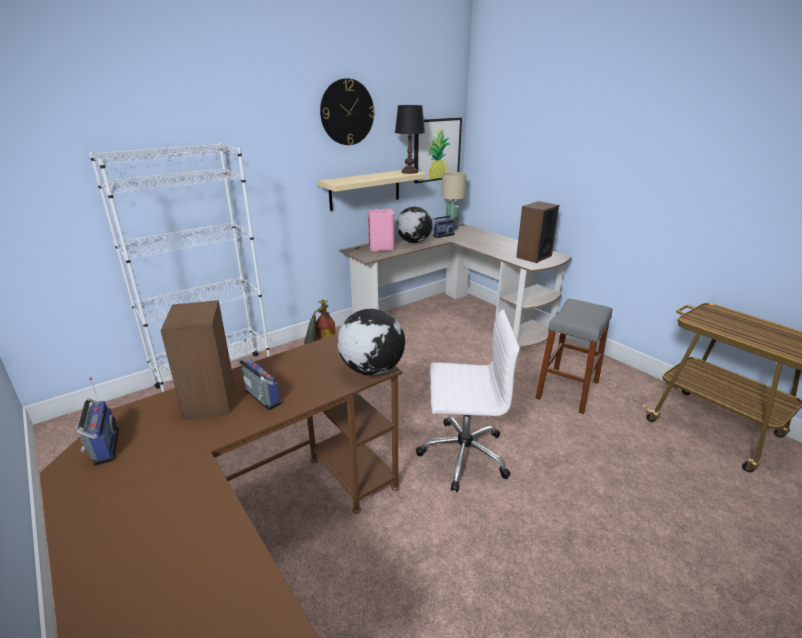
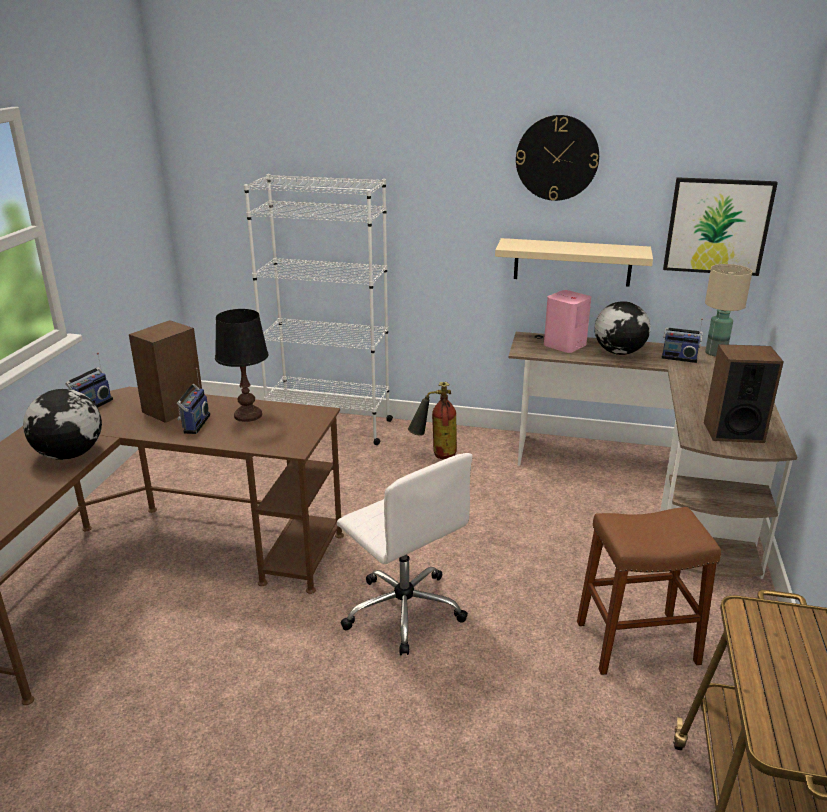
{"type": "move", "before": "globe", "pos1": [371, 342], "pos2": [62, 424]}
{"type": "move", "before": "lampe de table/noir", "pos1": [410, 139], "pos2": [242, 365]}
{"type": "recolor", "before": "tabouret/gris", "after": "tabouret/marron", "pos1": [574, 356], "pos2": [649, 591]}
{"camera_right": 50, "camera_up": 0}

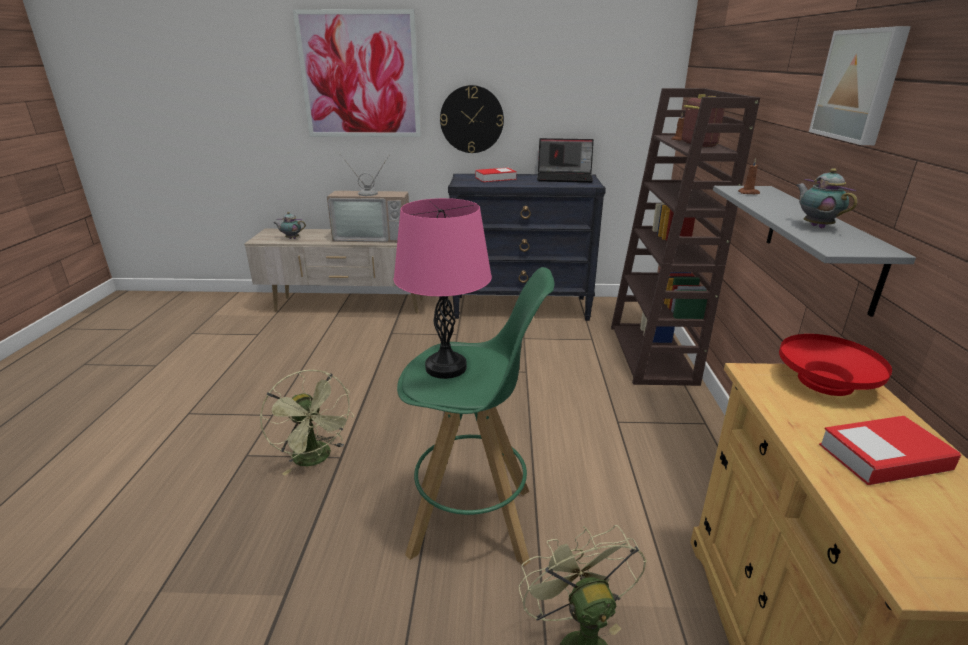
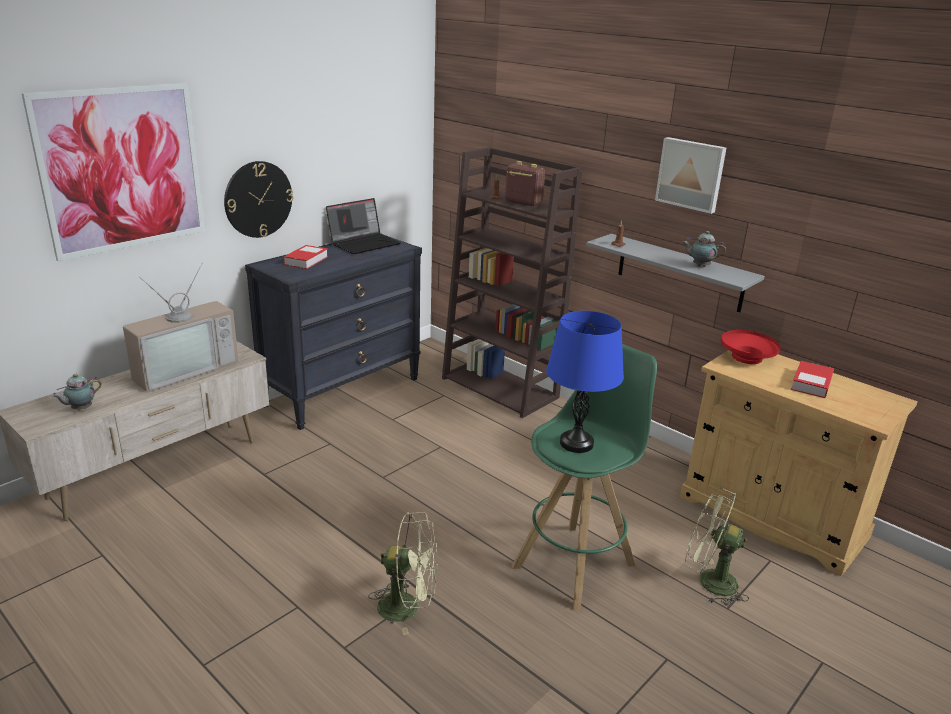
{"type": "recolor", "before": "lampe de table/rose", "after": "lampe de table/bleu", "pos1": [443, 288], "pos2": [585, 382]}
{"camera_right": -50, "camera_up": 0}

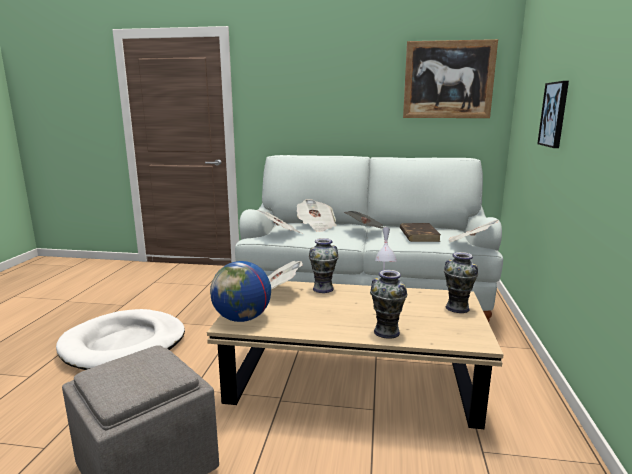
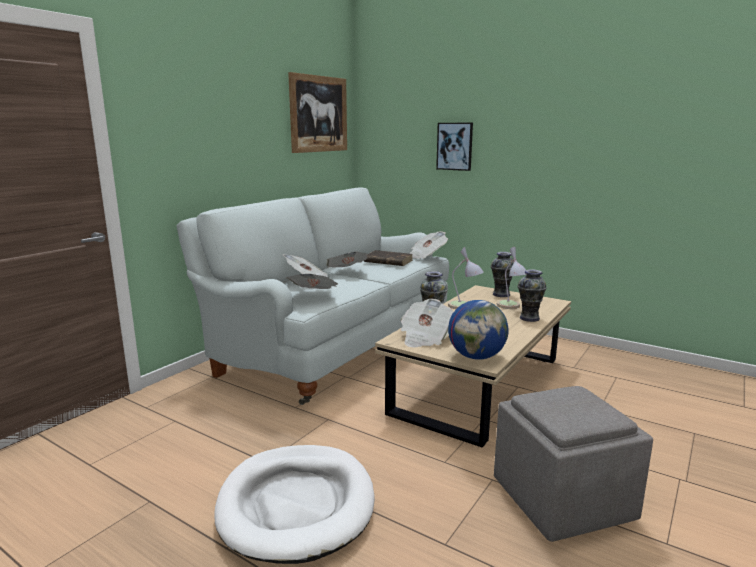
{"type": "insert", "after": "lampe de table", "pos2": [511, 278]}
{"camera_right": -65, "camera_up": 0}

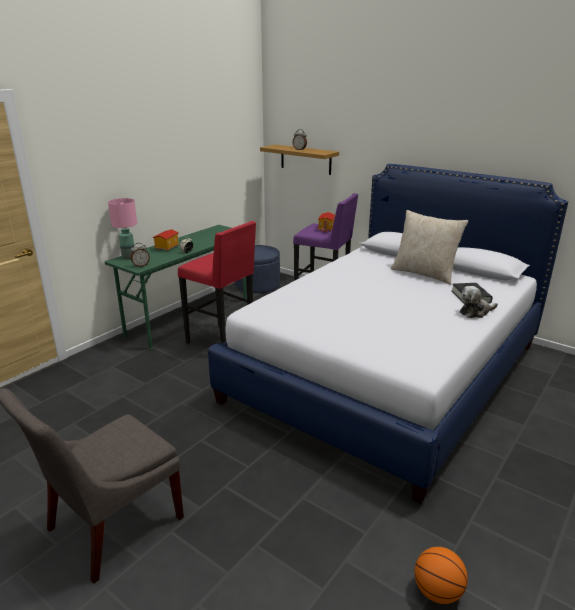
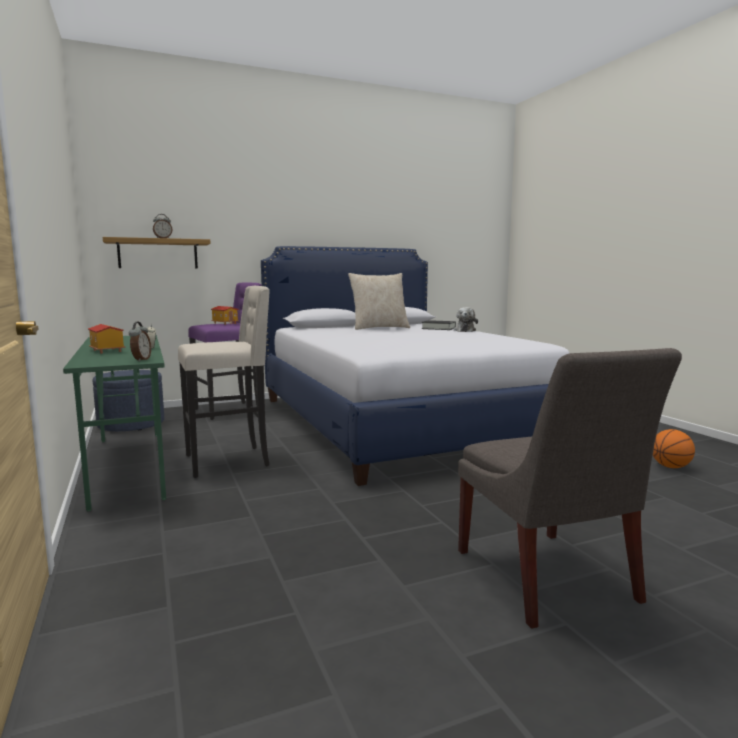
{"type": "delete", "before": "lampe de table/rose", "pos1": [122, 228]}
{"type": "recolor", "before": "tabouret/rouge", "after": "tabouret/beige", "pos1": [217, 282], "pos2": [224, 382]}
{"camera_right": -60, "camera_up": -15}

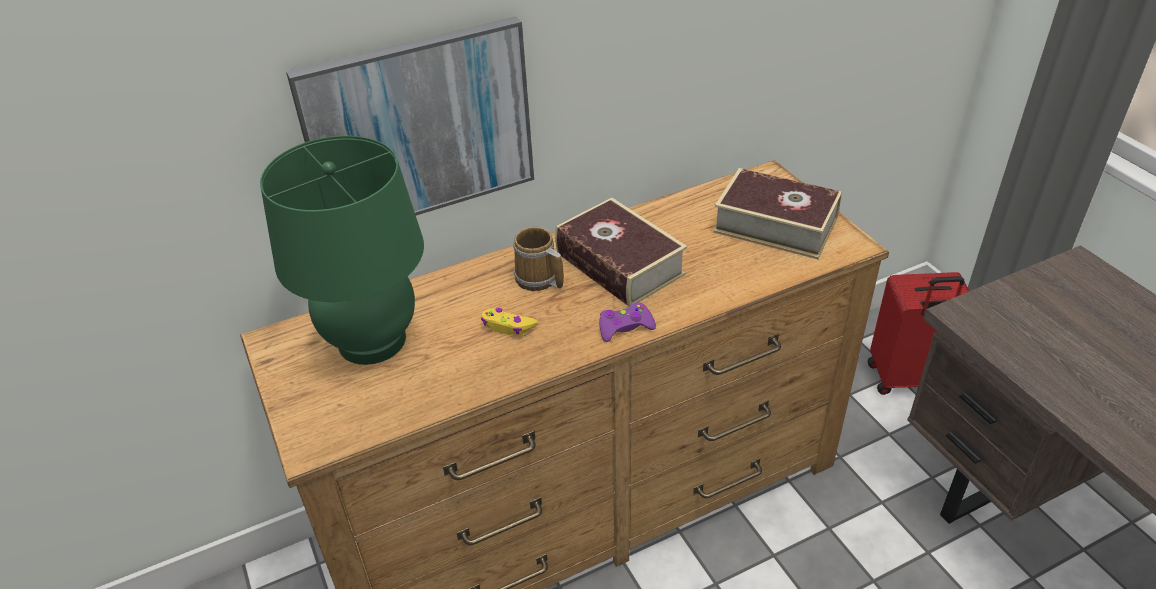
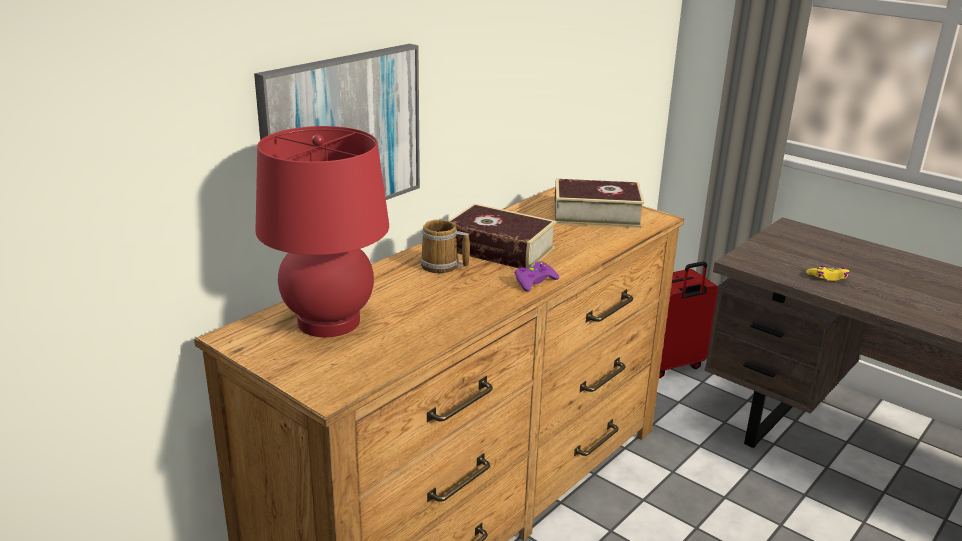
{"type": "move", "before": "manette/jaune", "pos1": [509, 321], "pos2": [827, 273]}
{"type": "recolor", "before": "lampe de table/vert", "after": "lampe de table/rouge", "pos1": [342, 250], "pos2": [322, 231]}
{"camera_right": -25, "camera_up": -15}

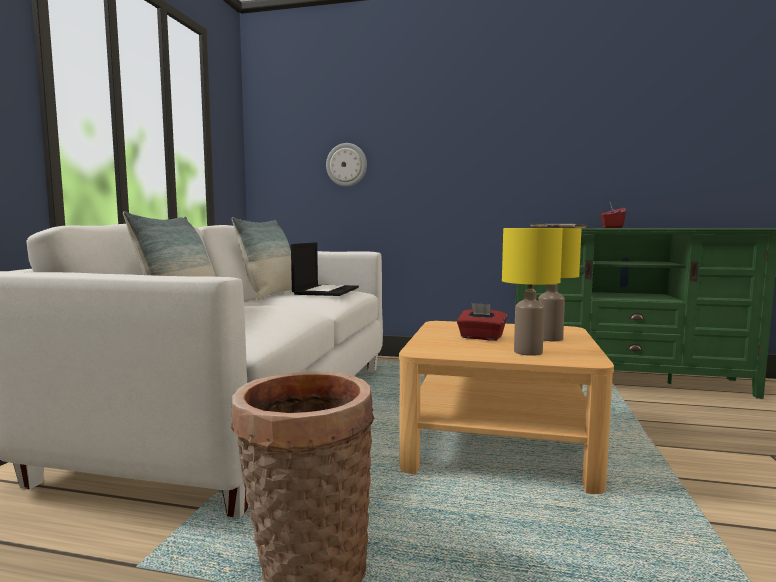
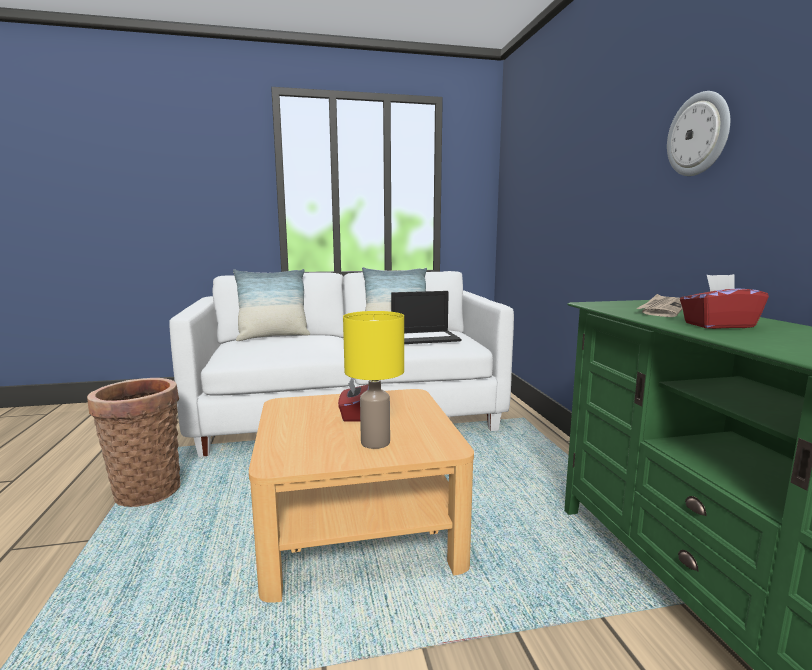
{"type": "delete", "before": "lampe de table/jaune", "pos1": [532, 292]}
{"type": "move", "before": "horloge murale", "pos1": [346, 165], "pos2": [698, 133]}
{"camera_right": 65, "camera_up": 5}

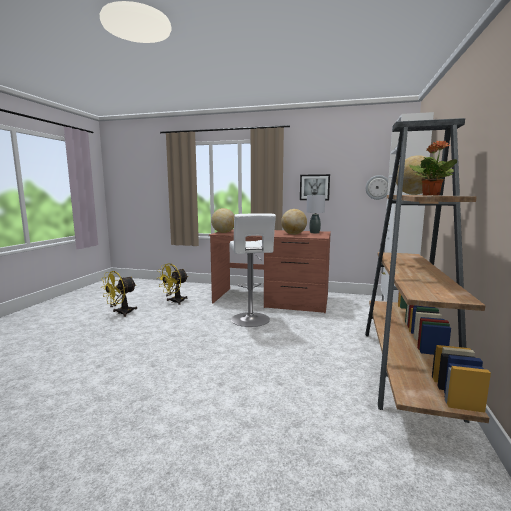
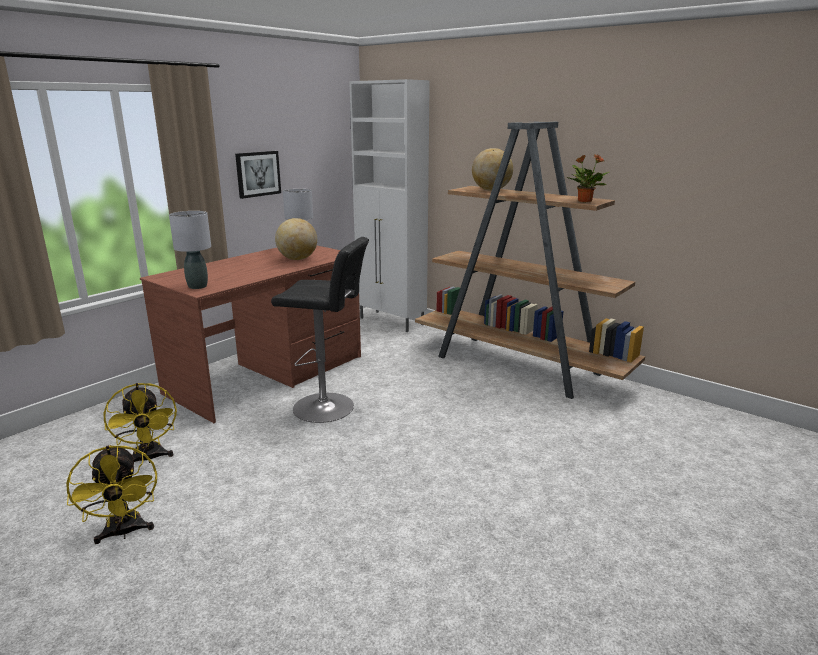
{"type": "delete", "before": "horloge murale", "pos1": [377, 187]}
{"type": "replace", "before": "globe", "after": "lampe de table/gris", "pos1": [223, 220], "pos2": [190, 250]}
{"type": "recolor", "before": "tabouret/blanc", "after": "tabouret/noir", "pos1": [253, 270], "pos2": [320, 330]}
{"camera_right": -65, "camera_up": 10}

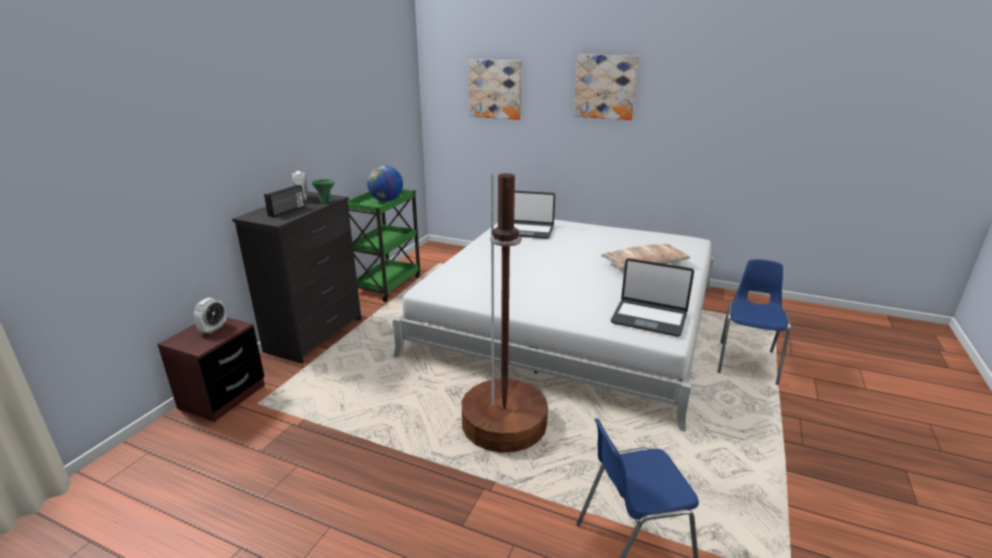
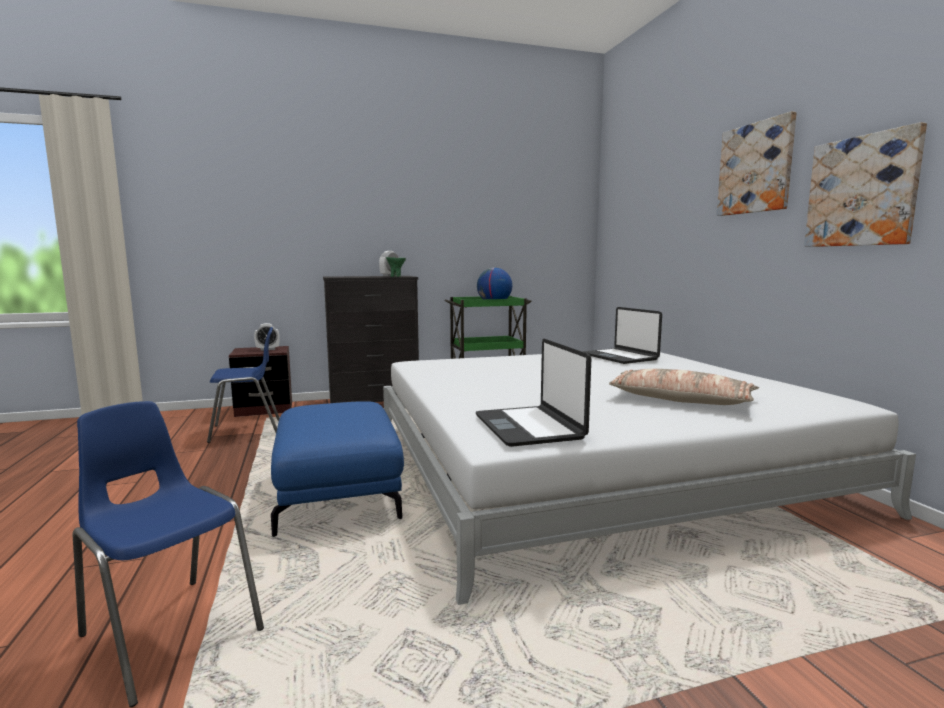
{"type": "delete", "before": "radio", "pos1": [284, 201]}
{"type": "move", "before": "tableau", "pos1": [495, 89], "pos2": [865, 184]}
{"type": "move", "before": "chaise/bleu", "pos1": [754, 322], "pos2": [243, 385]}
{"type": "replace", "before": "lampadaire/marron", "after": "pouf/bleu", "pos1": [505, 313], "pos2": [337, 469]}
{"camera_right": 50, "camera_up": -15}

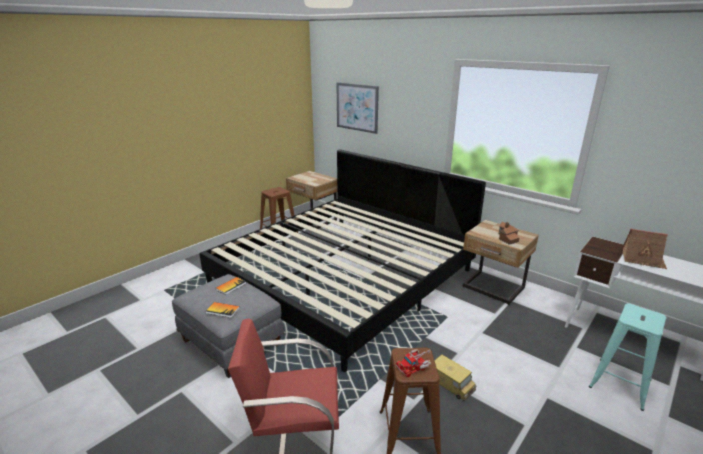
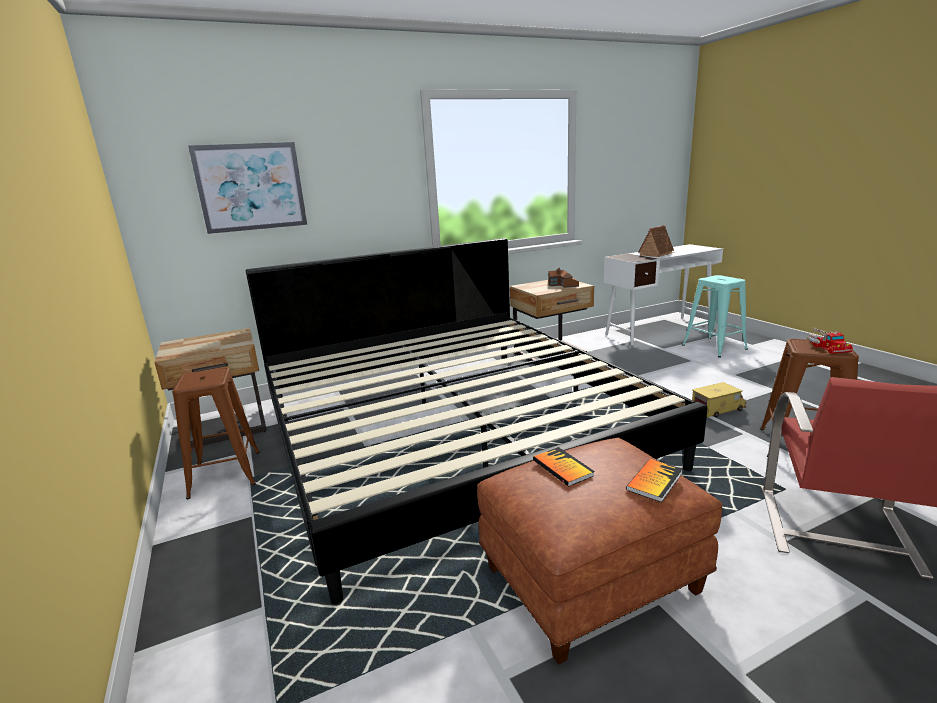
{"type": "recolor", "before": "pouf/gris", "after": "pouf/marron", "pos1": [228, 326], "pos2": [600, 551]}
{"camera_right": -65, "camera_up": -5}

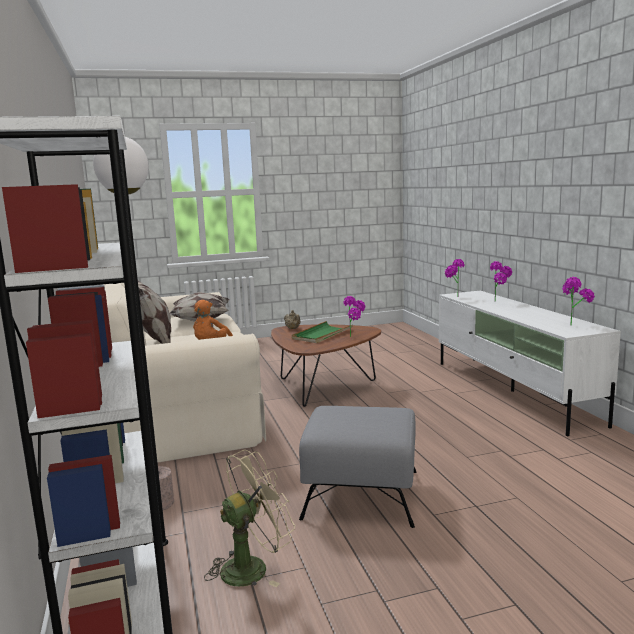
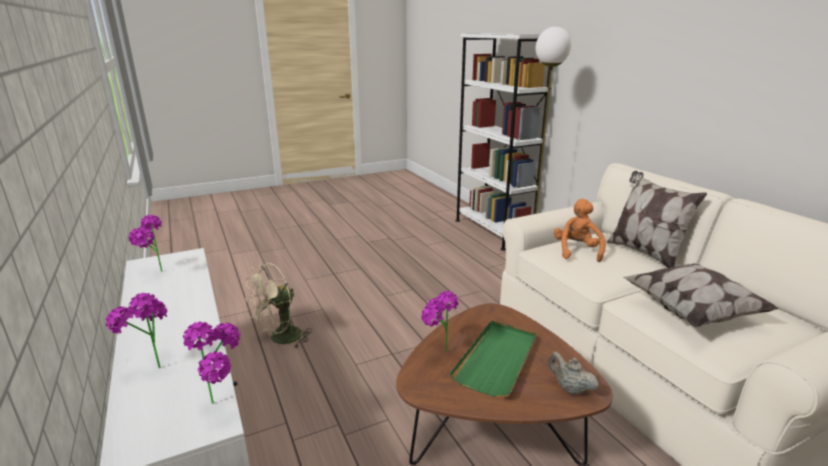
{"type": "delete", "before": "pouf/gris", "pos1": [358, 467]}
{"type": "move", "before": "ventilateur/beige", "pos1": [249, 518], "pos2": [278, 305]}
{"camera_right": 170, "camera_up": 10}

